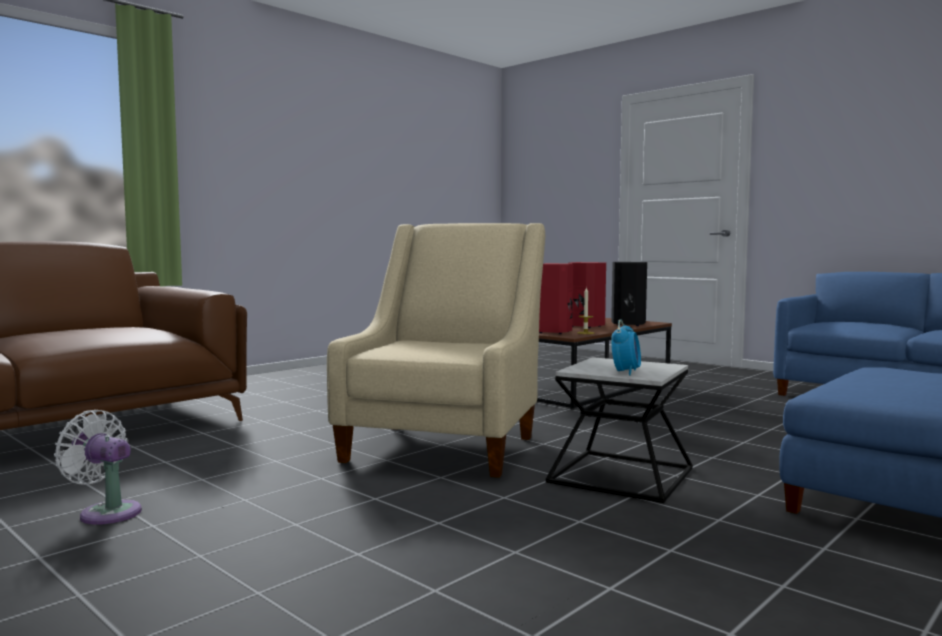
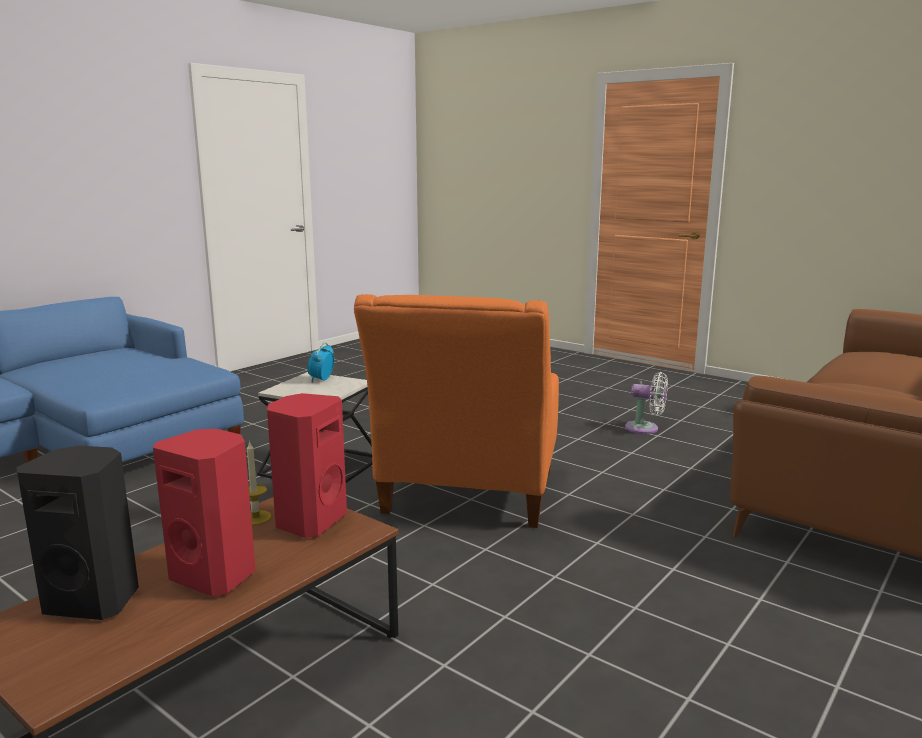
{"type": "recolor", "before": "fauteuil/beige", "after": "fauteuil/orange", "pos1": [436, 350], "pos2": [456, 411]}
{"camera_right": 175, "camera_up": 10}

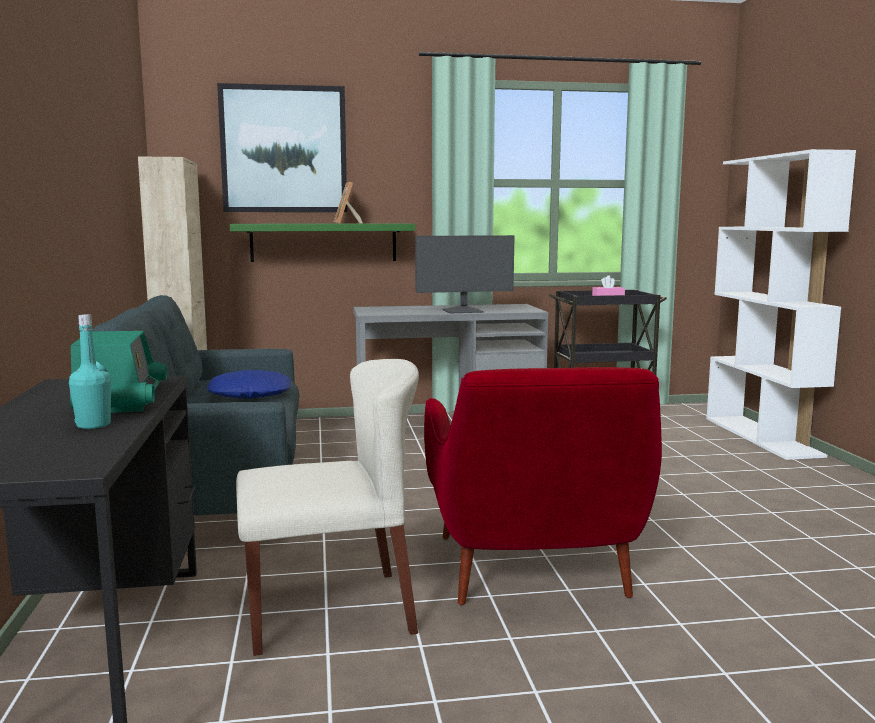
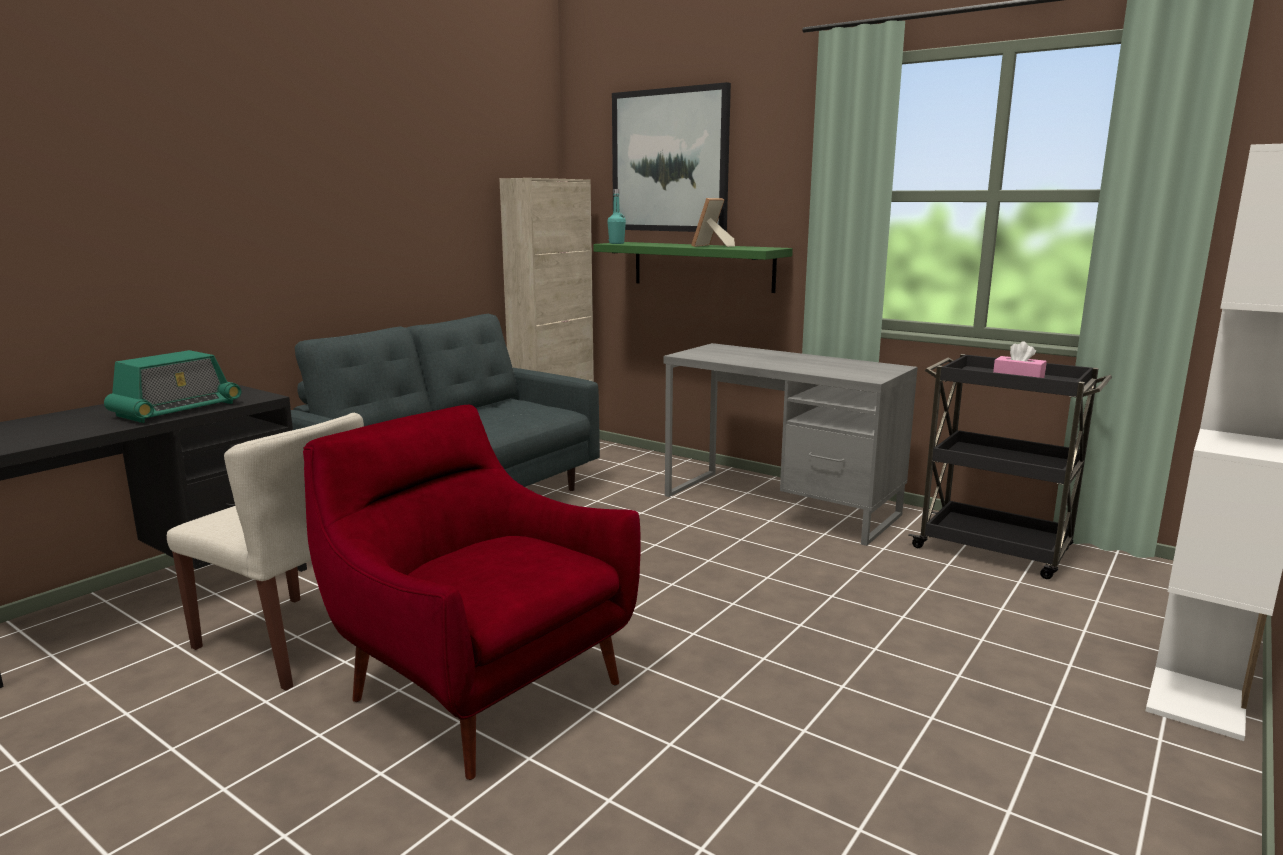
{"type": "delete", "before": "coussin/bleu", "pos1": [249, 384]}
{"type": "delete", "before": "écran d'ordinateur", "pos1": [464, 274]}
{"type": "move", "before": "bouteille/turquoise", "pos1": [90, 371], "pos2": [616, 216]}
{"type": "rotate", "before": "fauteuil/rouge", "pos1": [543, 486], "pos2": [472, 592], "turn": 90}
{"camera_right": 45, "camera_up": 5}

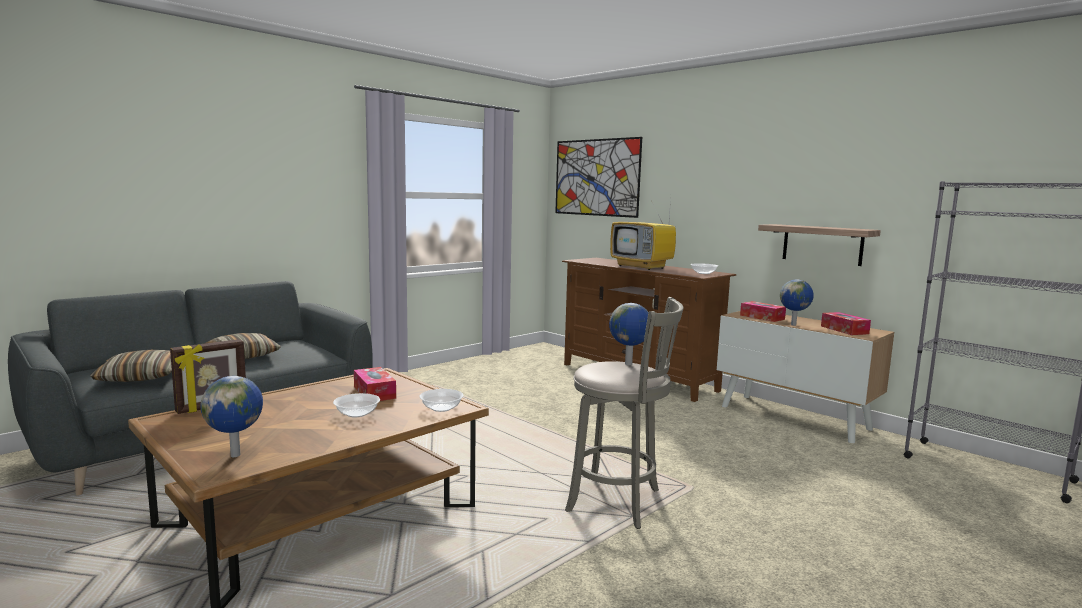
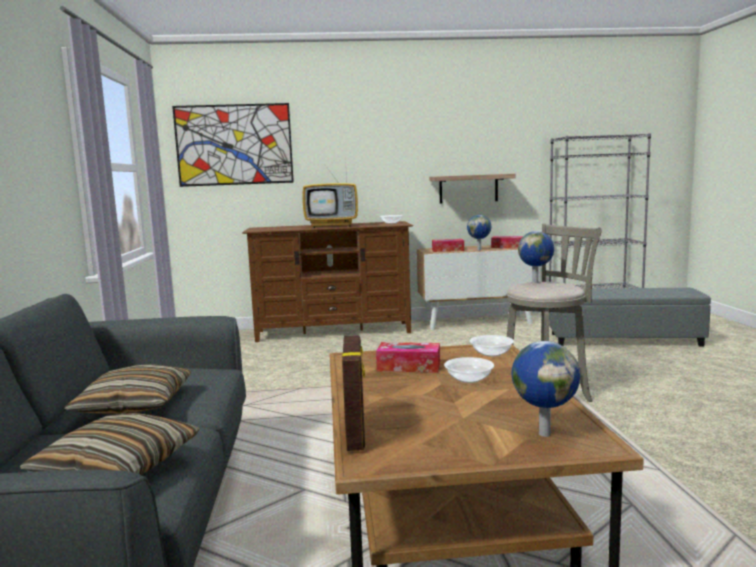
{"type": "insert", "after": "pouf/gris", "pos2": [630, 317]}
{"camera_right": -50, "camera_up": 0}

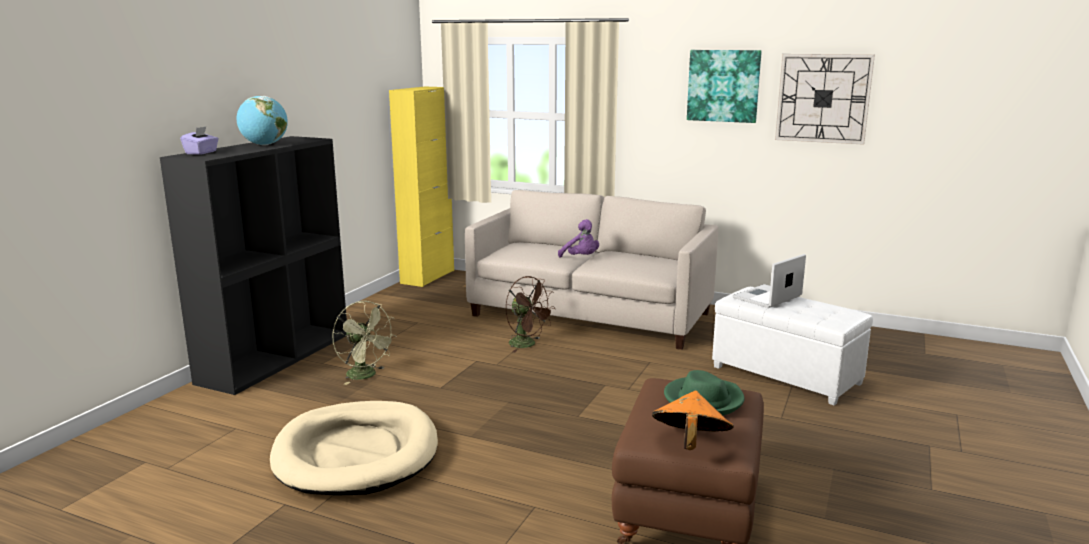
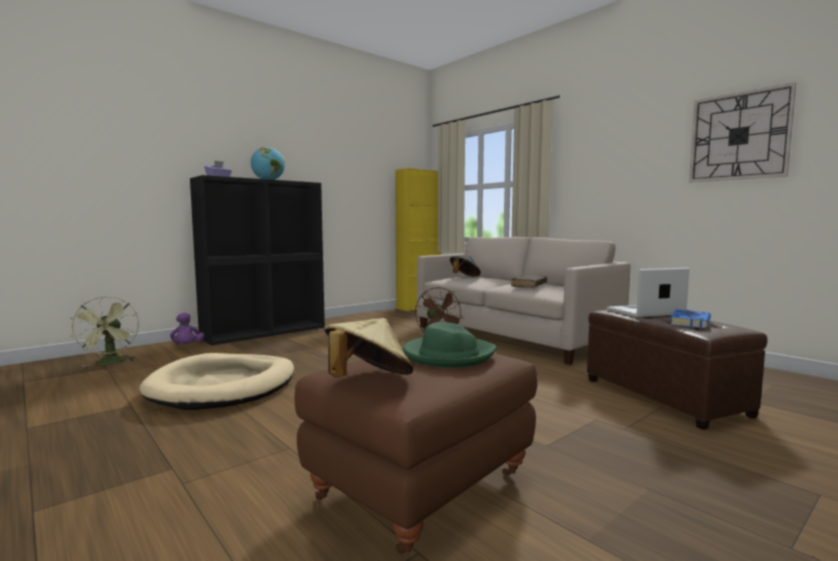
{"type": "delete", "before": "tableau", "pos1": [724, 86]}
{"type": "insert", "after": "chapeau/noir", "pos2": [465, 266]}
{"type": "insert", "after": "livre/marron", "pos2": [529, 281]}
{"type": "insert", "after": "livre/bleu", "pos2": [690, 318]}
{"type": "move", "before": "ventilateur/vert", "pos1": [363, 343], "pos2": [105, 331]}
{"type": "move", "before": "peluche/violet", "pos1": [578, 238], "pos2": [187, 329]}
{"type": "recolor", "before": "chapeau/orange", "after": "chapeau/beige", "pos1": [693, 420], "pos2": [369, 348]}
{"type": "recolor", "before": "pouf/blanc", "after": "pouf/marron", "pos1": [792, 346], "pos2": [677, 369]}
{"camera_right": 25, "camera_up": -10}

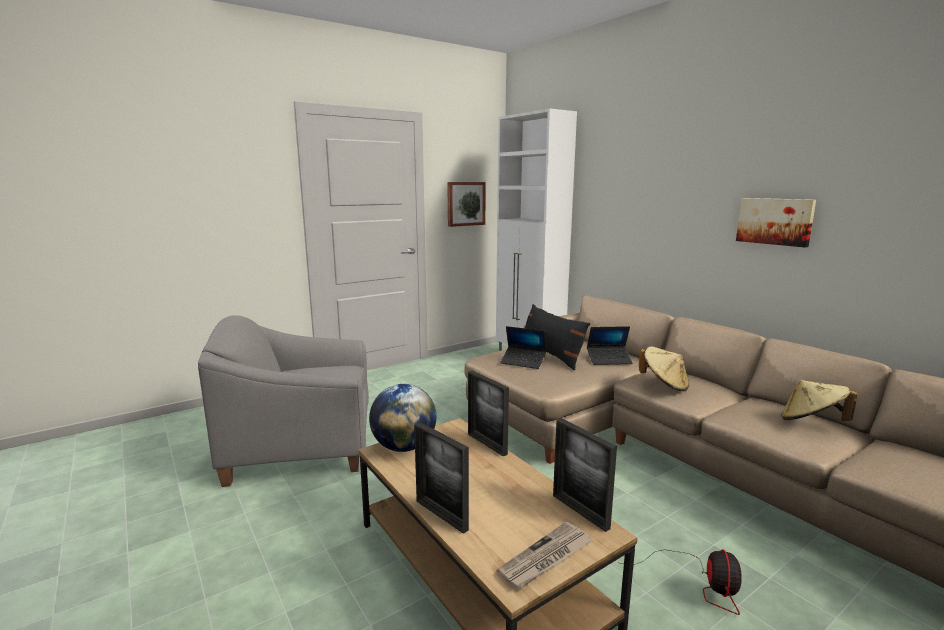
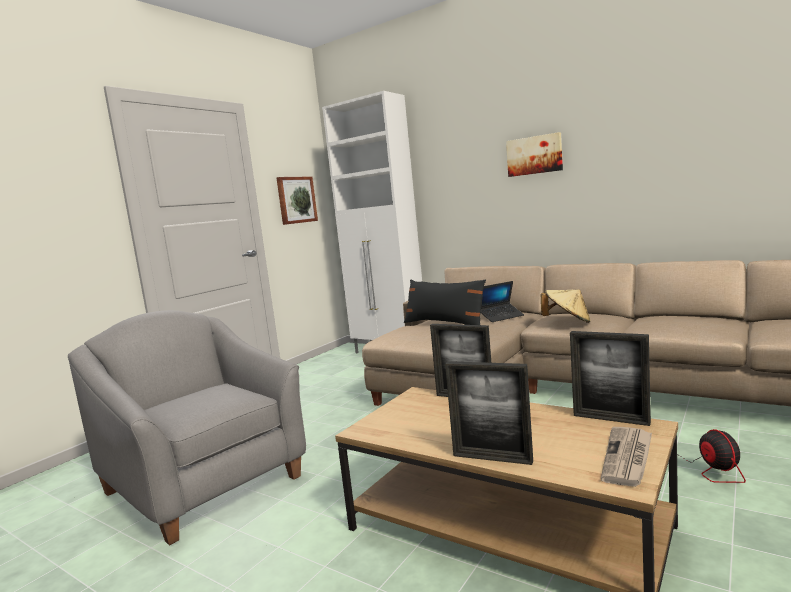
{"type": "delete", "before": "globe", "pos1": [402, 418]}
{"type": "delete", "before": "ordinateur portable", "pos1": [523, 347]}
{"type": "delete", "before": "chapeau/beige", "pos1": [819, 400]}
{"type": "move", "before": "tableau", "pos1": [776, 223], "pos2": [534, 154]}
{"type": "rotate", "before": "fauteuil/gris", "pos1": [283, 401], "pos2": [187, 427], "turn": 75}
{"camera_right": -20, "camera_up": -5}

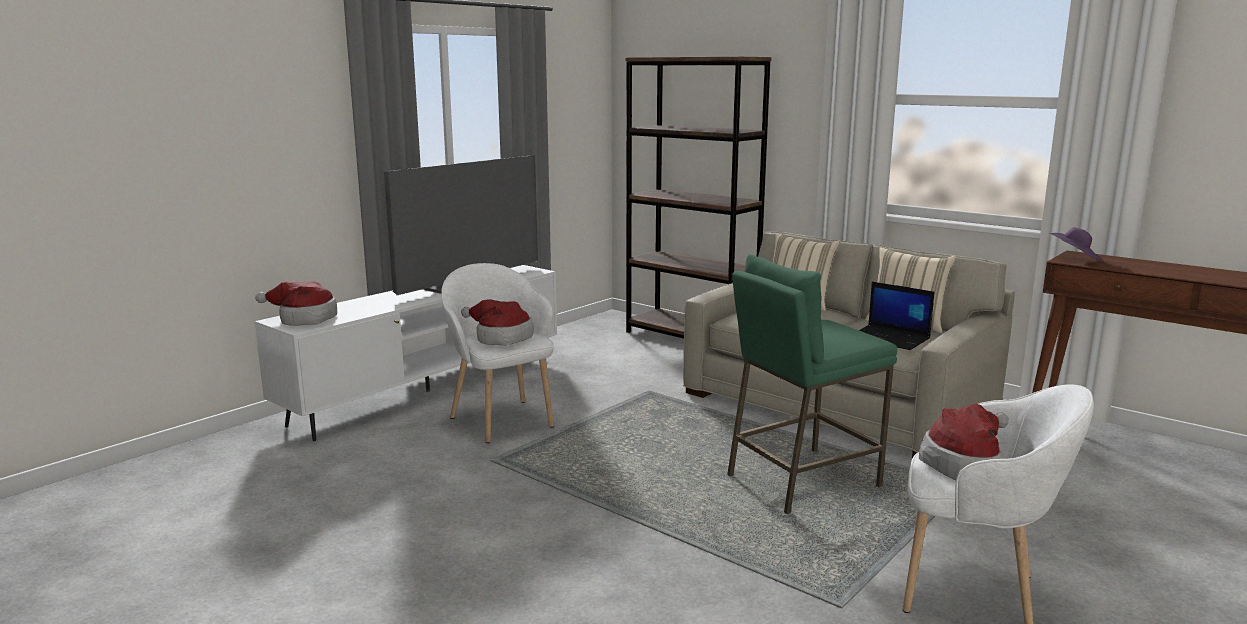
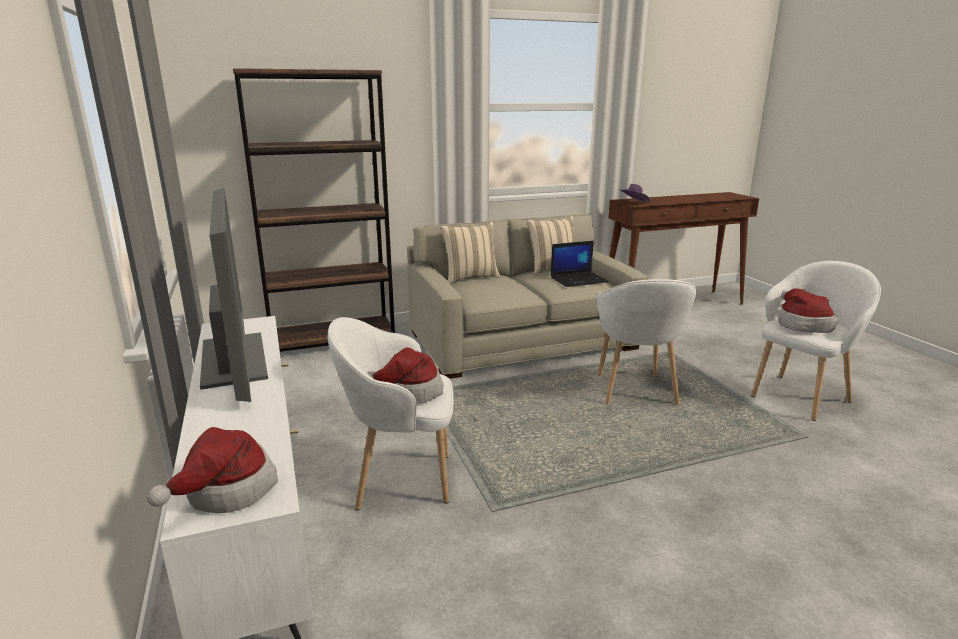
{"type": "replace", "before": "tabouret/vert", "after": "fauteuil/blanc", "pos1": [812, 384], "pos2": [646, 342]}
{"camera_right": -60, "camera_up": 5}

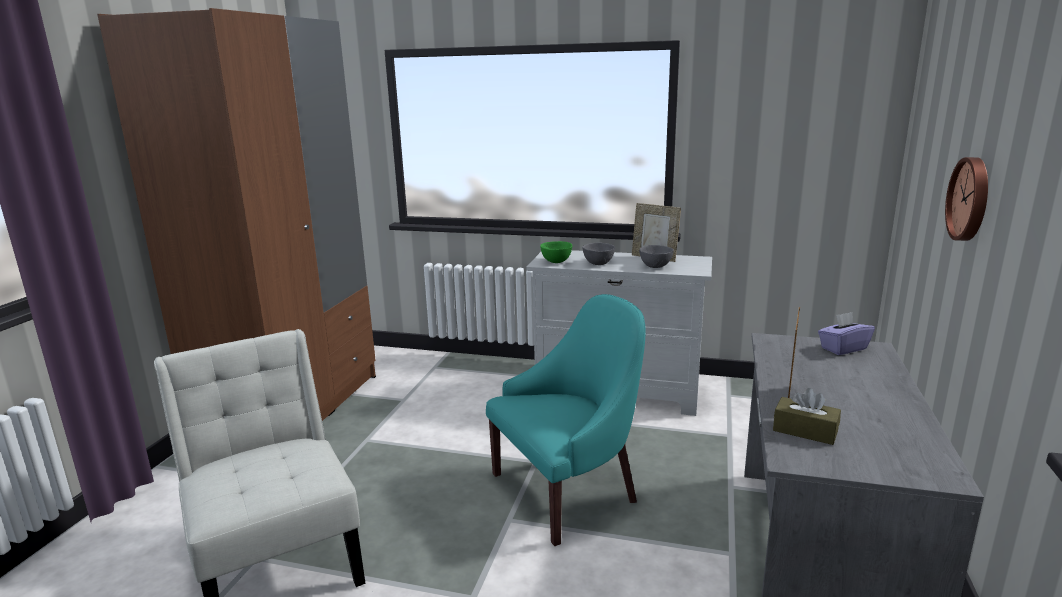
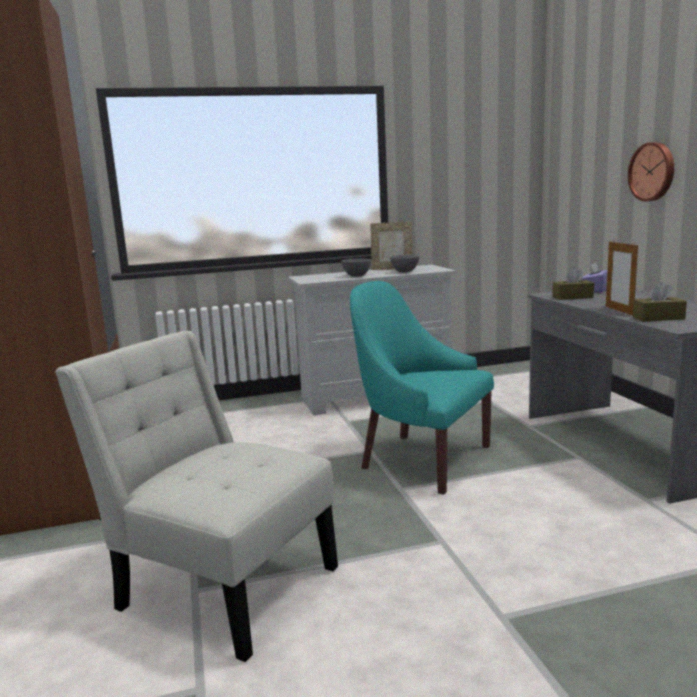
{"type": "delete", "before": "bol/vert", "pos1": [556, 252]}
{"type": "insert", "after": "boîte à mouchoirs/marron", "pos2": [573, 283]}
{"type": "rotate", "before": "fauteuil/turquoise", "pos1": [566, 420], "pos2": [422, 388], "turn": -90}
{"camera_right": -30, "camera_up": -5}

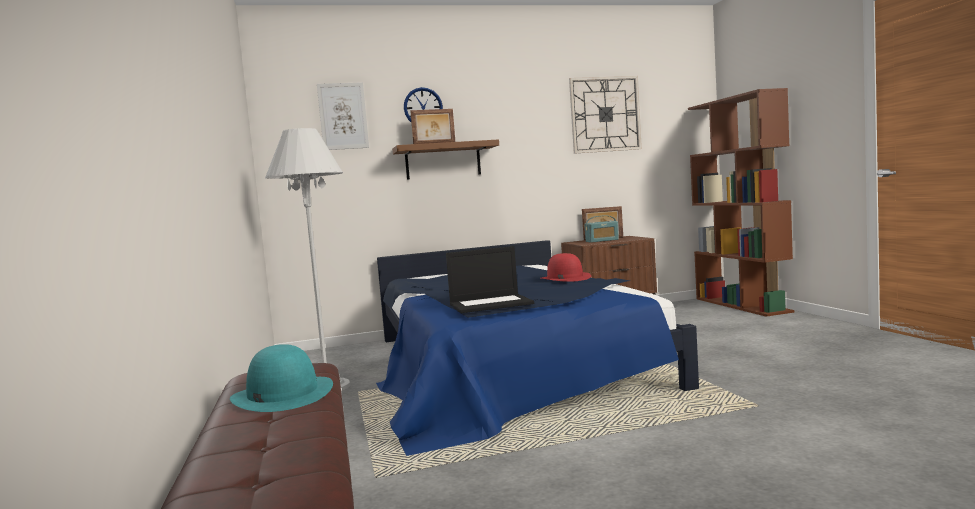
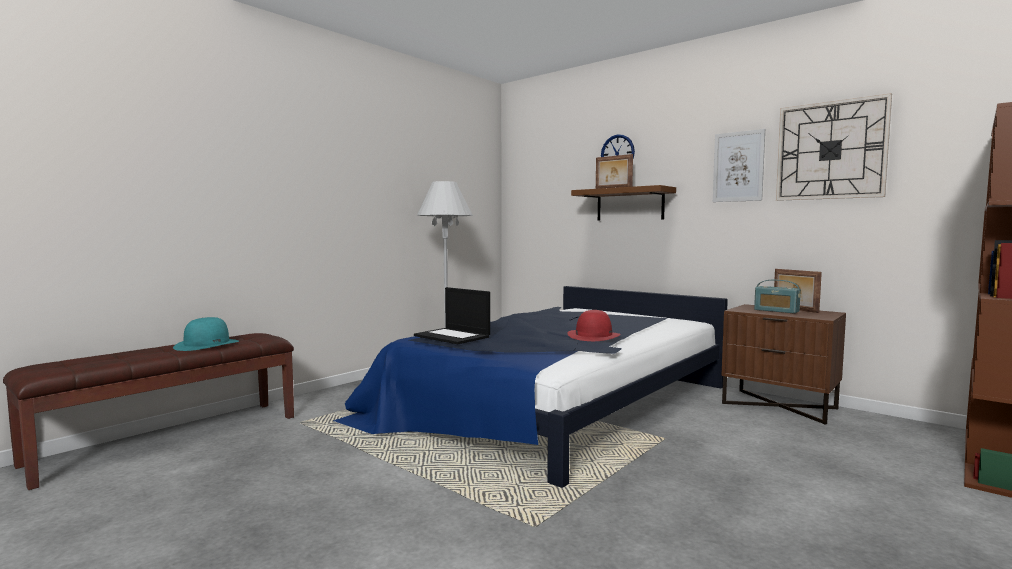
{"type": "move", "before": "tableau", "pos1": [343, 116], "pos2": [739, 165]}
{"camera_right": 55, "camera_up": 0}

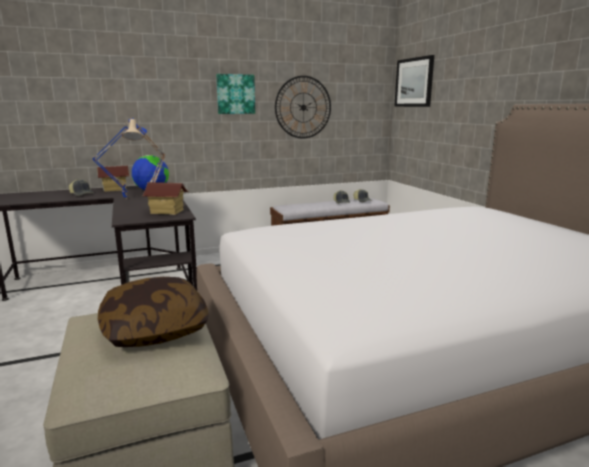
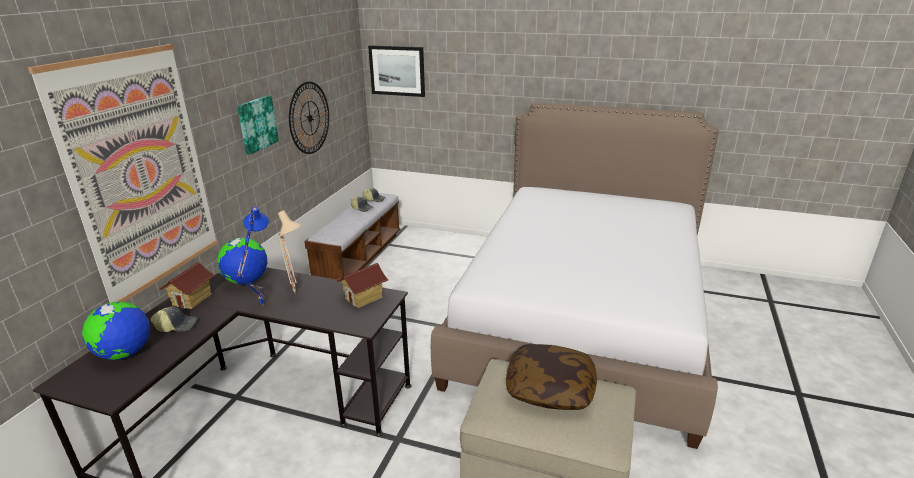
{"type": "insert", "after": "tableau", "pos2": [123, 173]}
{"type": "insert", "after": "globe", "pos2": [116, 331]}
{"camera_right": -50, "camera_up": 10}

